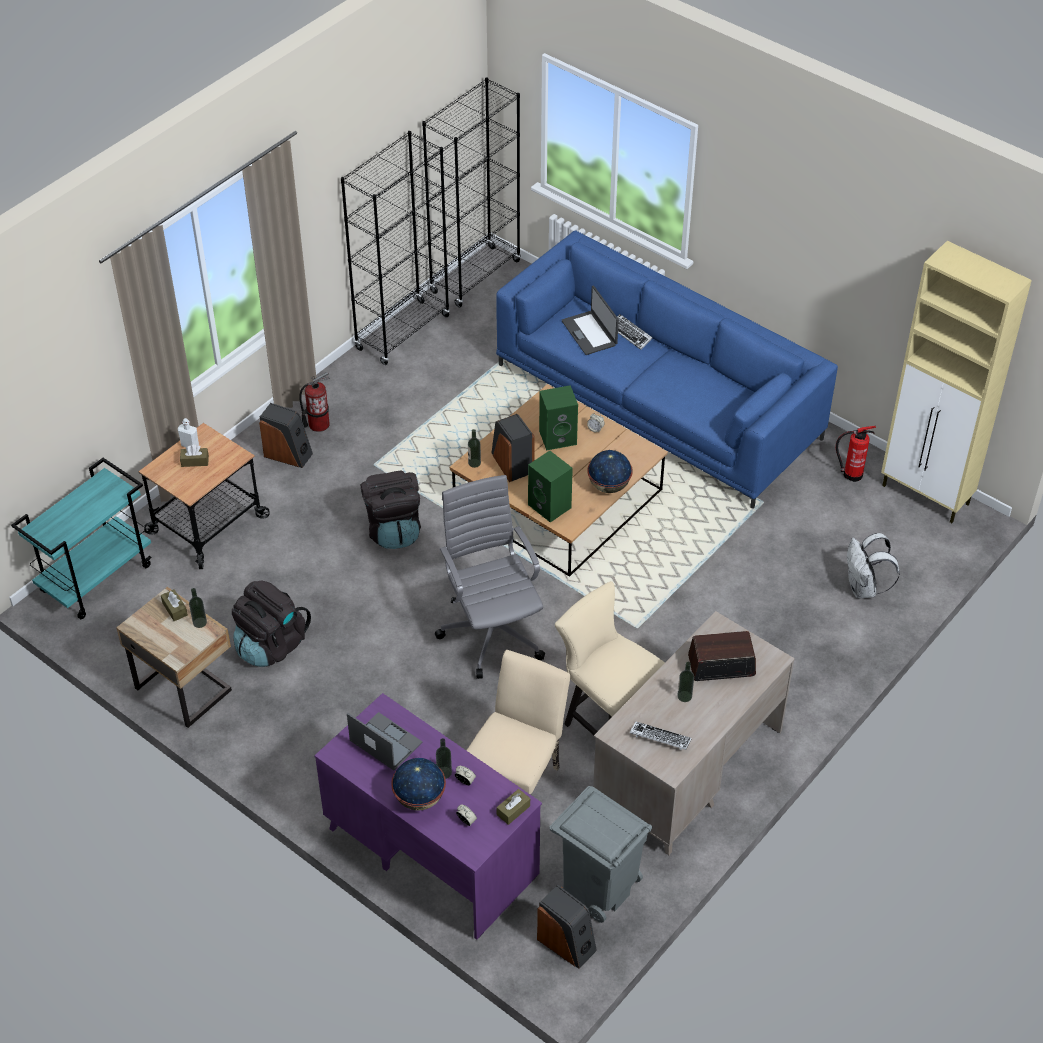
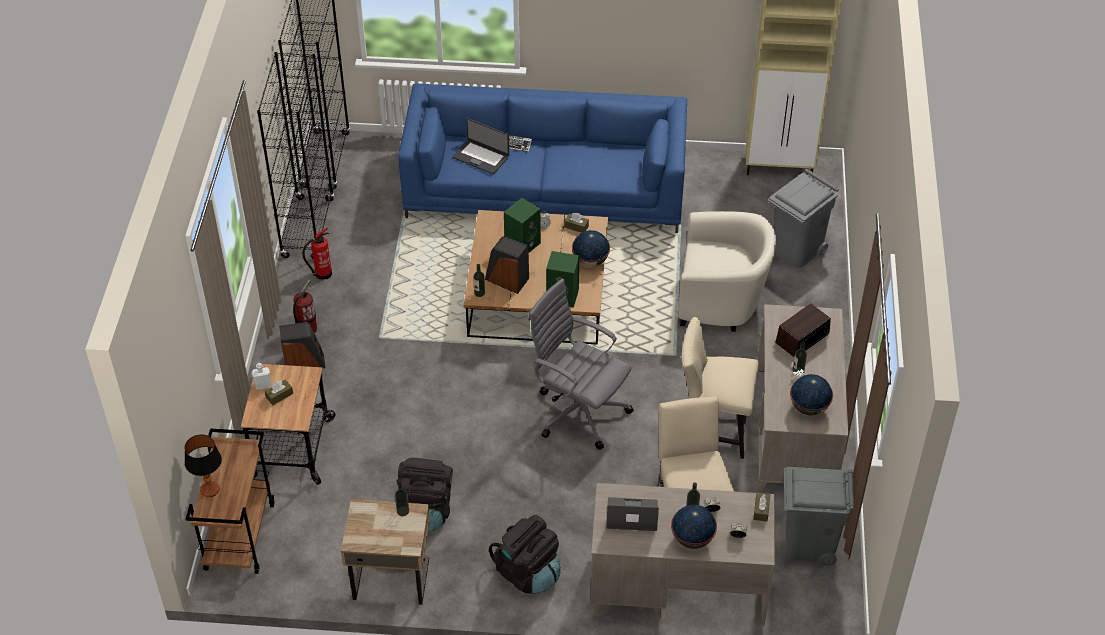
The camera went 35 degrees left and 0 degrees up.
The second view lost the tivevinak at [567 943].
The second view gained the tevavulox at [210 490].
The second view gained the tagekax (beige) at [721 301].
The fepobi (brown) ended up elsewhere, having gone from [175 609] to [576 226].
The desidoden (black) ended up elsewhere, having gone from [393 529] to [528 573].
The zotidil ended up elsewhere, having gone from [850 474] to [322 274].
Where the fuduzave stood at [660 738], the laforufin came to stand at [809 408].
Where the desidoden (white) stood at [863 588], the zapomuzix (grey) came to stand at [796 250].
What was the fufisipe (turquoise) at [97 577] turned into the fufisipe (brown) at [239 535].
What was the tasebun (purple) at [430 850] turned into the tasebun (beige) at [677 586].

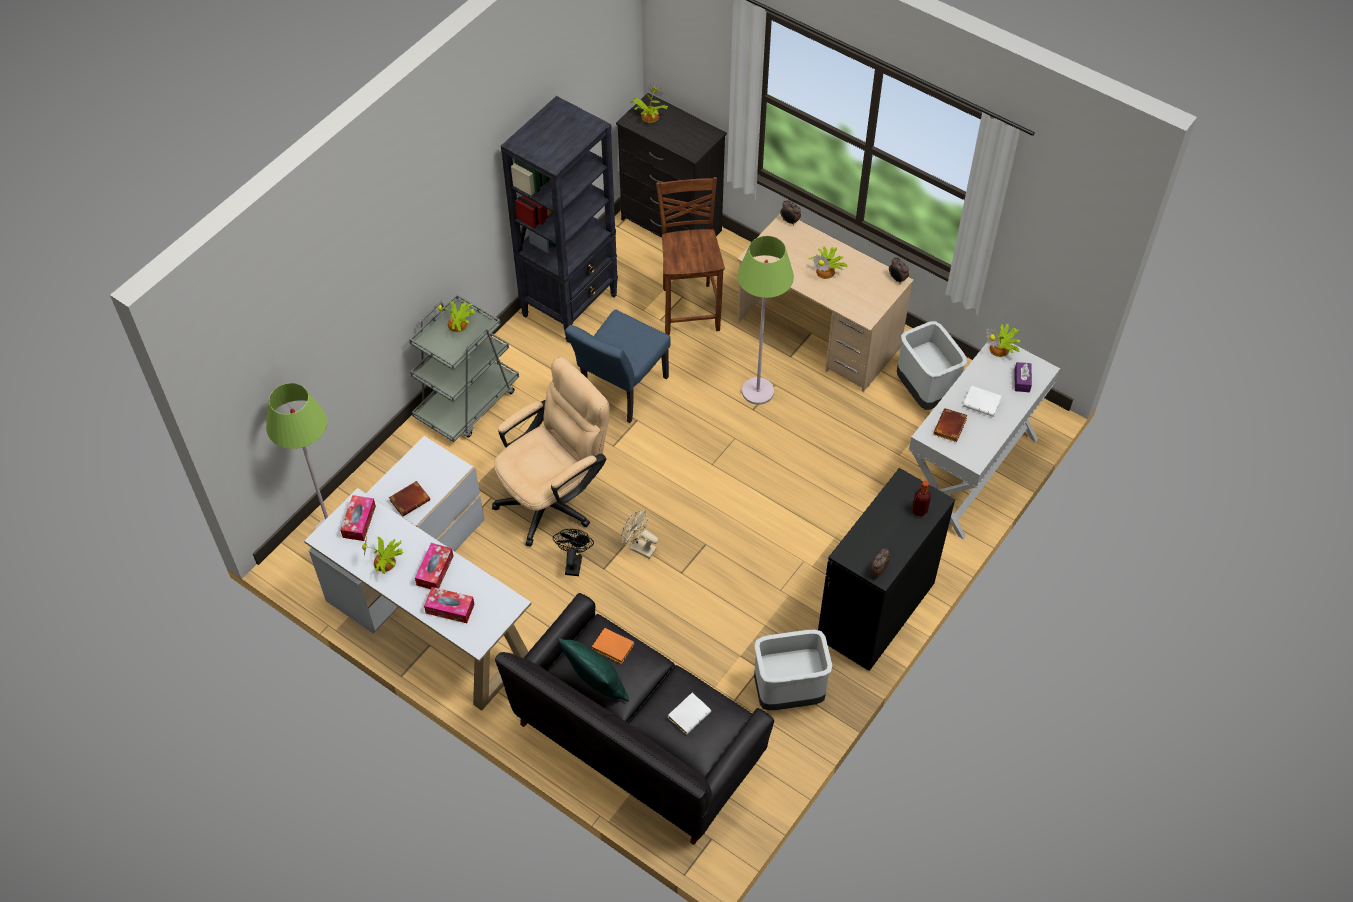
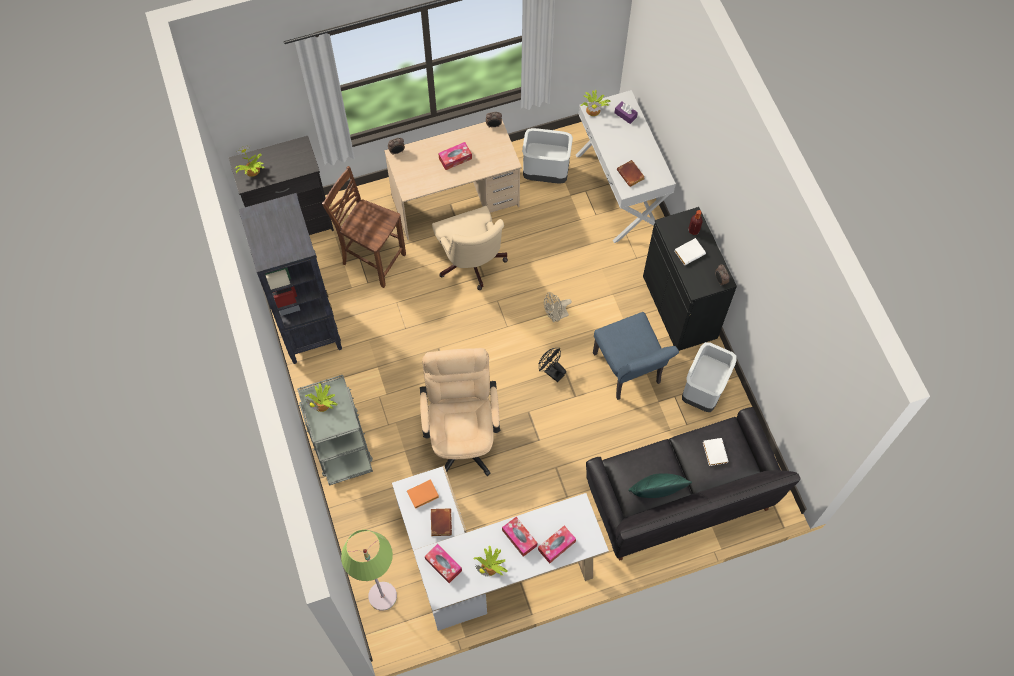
The camera went 55 degrees left and 10 degrees up.
The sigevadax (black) ended up elsewhere, having gone from [573 562] to [551 372].
The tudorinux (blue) ended up elsewhere, having gone from [620 392] to [629 373].
The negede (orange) ended up elsewhere, having gone from [611 648] to [422 496].
The sigevadax (beige) ended up elsewhere, having gone from [639 547] to [555 316].
The negede (white) ended up elsewhere, having gone from [983 403] to [689 252].
Where the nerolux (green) stood at [757 391], the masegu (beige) came to stand at [471 264].
Where the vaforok stood at [826 271], the fepobi came to stand at [455 158].

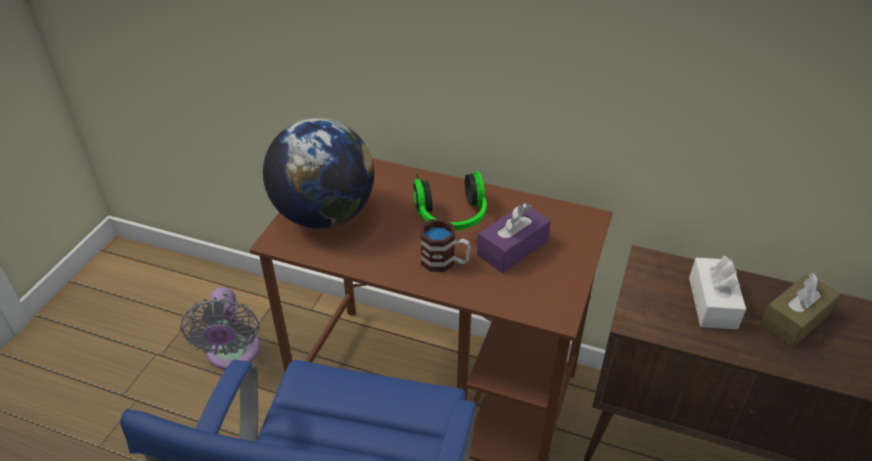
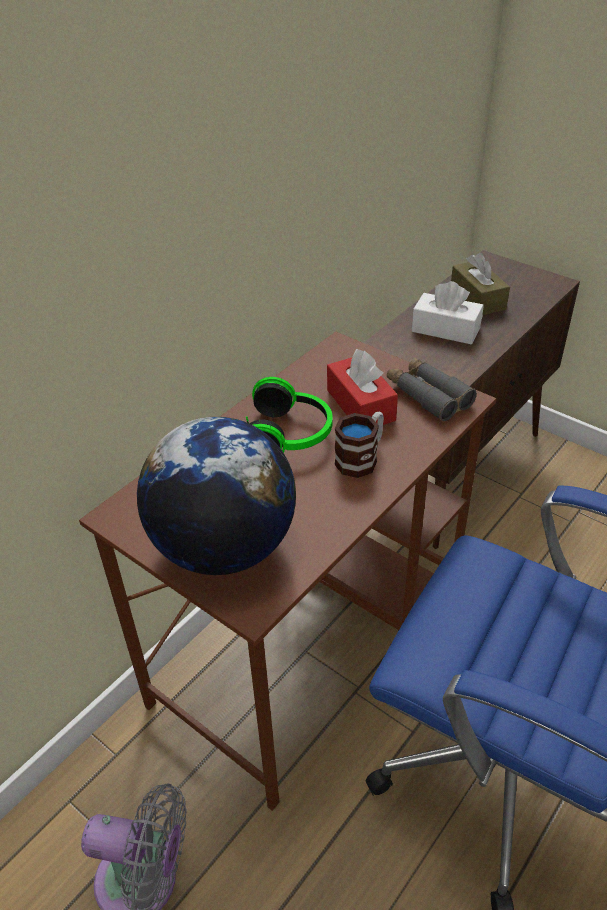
The camera went 70 degrees left and 0 degrees up.
The second view gained the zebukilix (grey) at [428 395].
What was the fepobi (purple) at [512 248] turned into the fepobi (red) at [360 405].

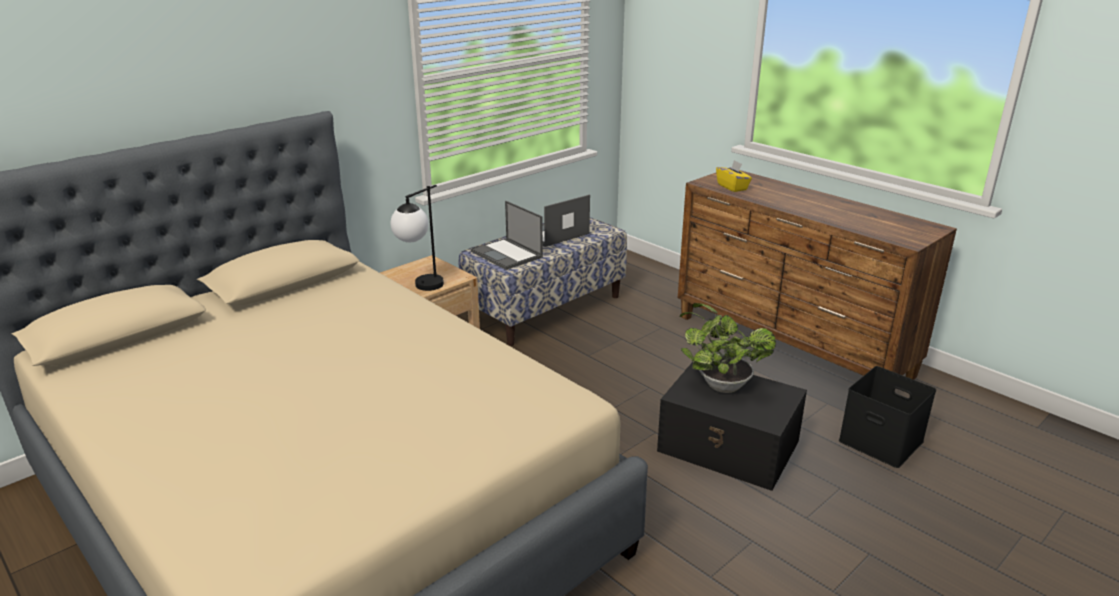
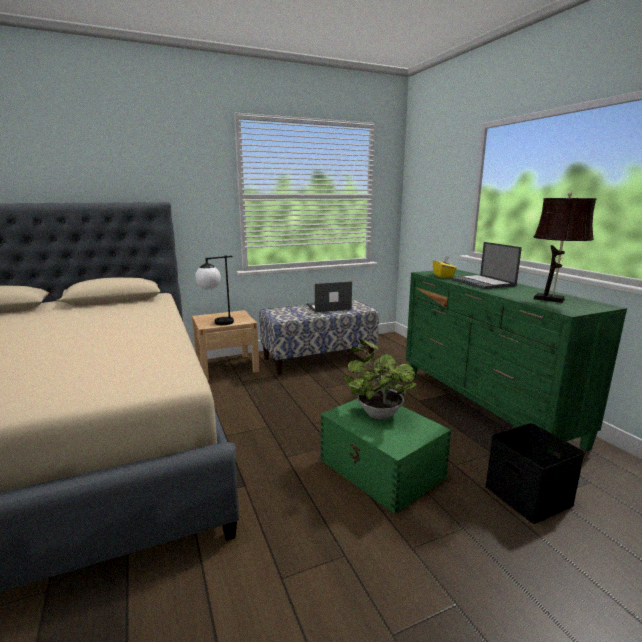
The camera went 20 degrees right and 10 degrees down.
The second view gained the tevavulox (brown) at [552 300].
The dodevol ended up elsewhere, having gone from [507 254] to [483 282].
What was the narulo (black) at [729 447] turned into the narulo (green) at [381 469].
What was the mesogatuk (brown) at [791 346] turned into the mesogatuk (green) at [484 407].

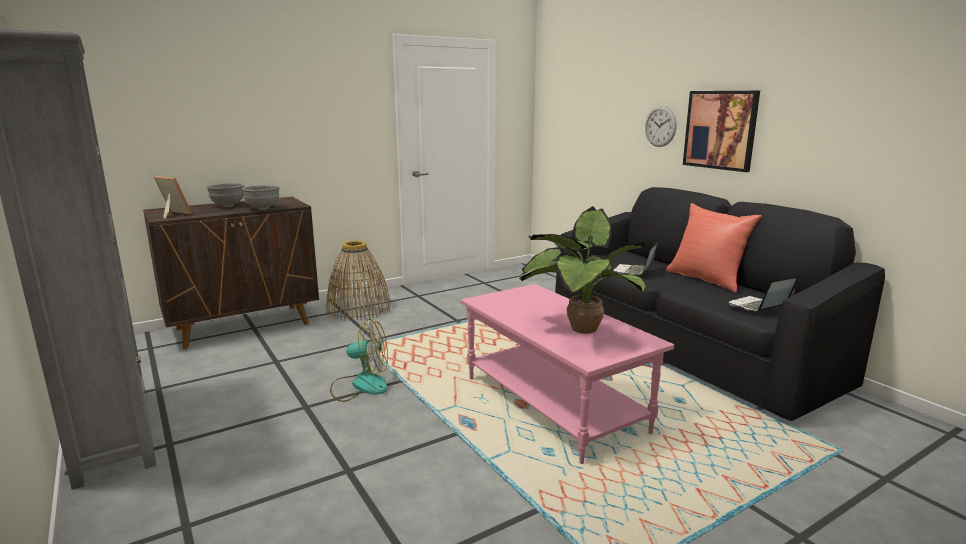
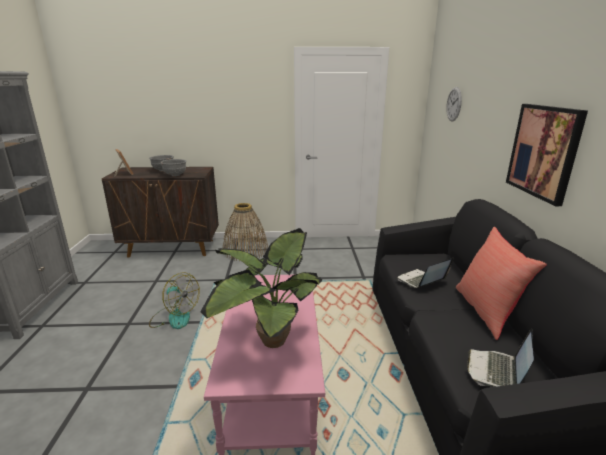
The camera went 30 degrees right and 5 degrees up.
The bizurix ended up elsewhere, having gone from [660 126] to [454 104].
The dodevol at [758 307] ended up facing another way, 60 degrees counterclockwise from before.

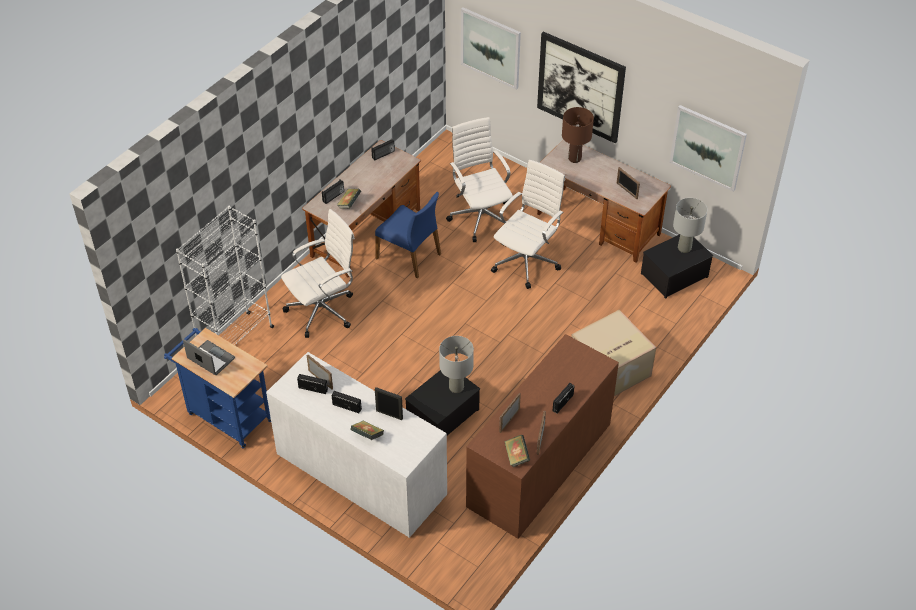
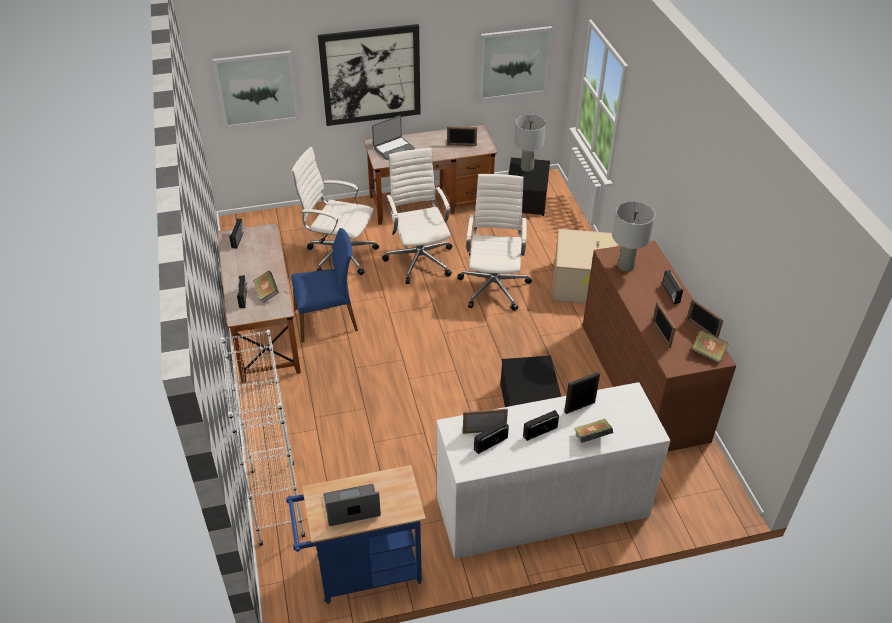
The camera went 50 degrees left and 5 degrees down.
The masegu (white) ended up elsewhere, having gone from [323 310] to [494 286].
The tevavulox (grey) ended up elsewhere, having gone from [456 387] to [625 266].
Where the tevavulox (brown) stood at [575 158], the dodevol came to stand at [393 148].

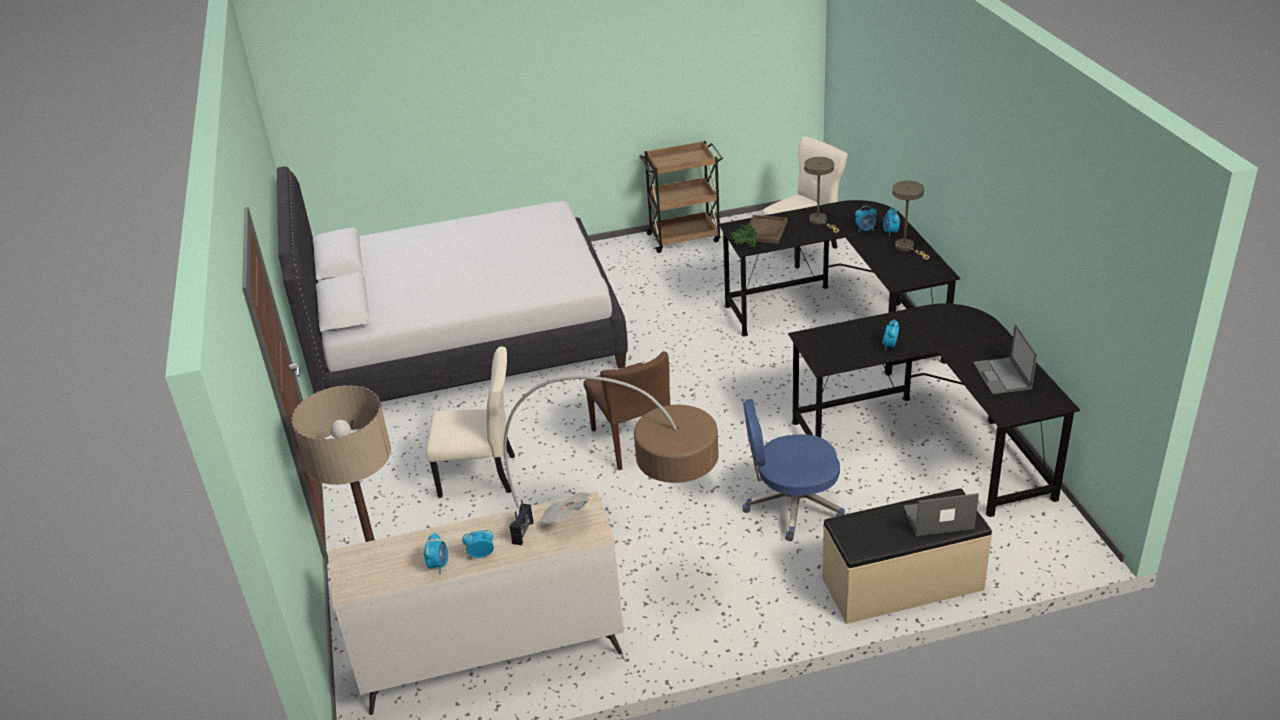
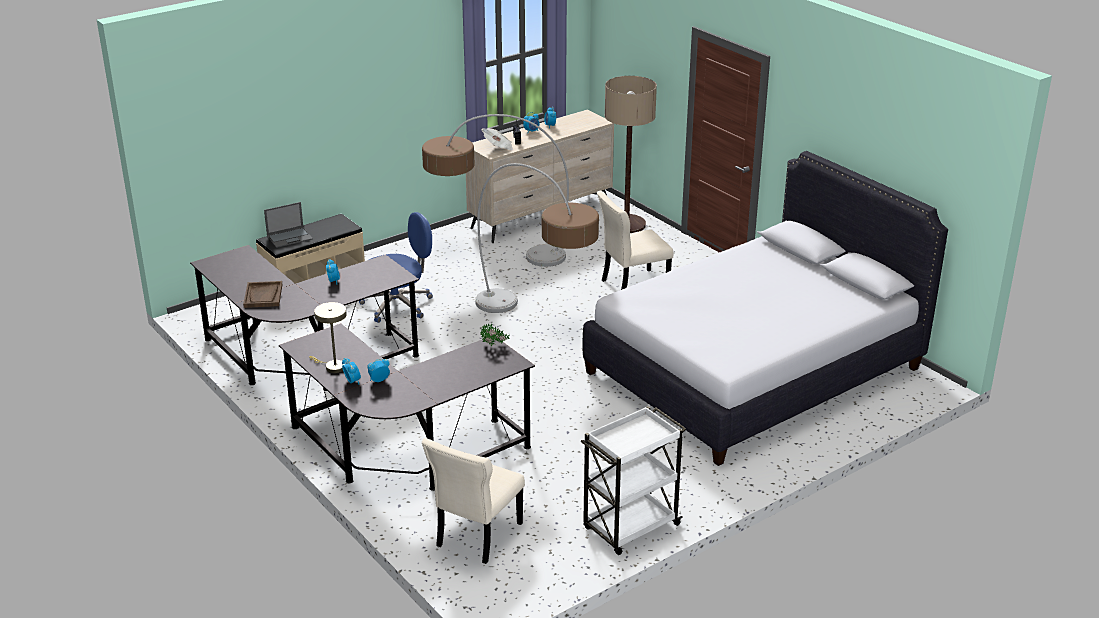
The camera went 155 degrees right and 5 degrees down.
The second view lost the tevavulox (beige) at [820 221].
The second view lost the dodevol at [1002 376].
The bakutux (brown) ended up elsewhere, having gone from [765 230] to [263 296].
Where the tudorinux (brown) stood at [633 440], the nerolux came to stand at [538 323].
What was the fufisipe (brown) at [685 237] turned into the fufisipe (white) at [630 528].

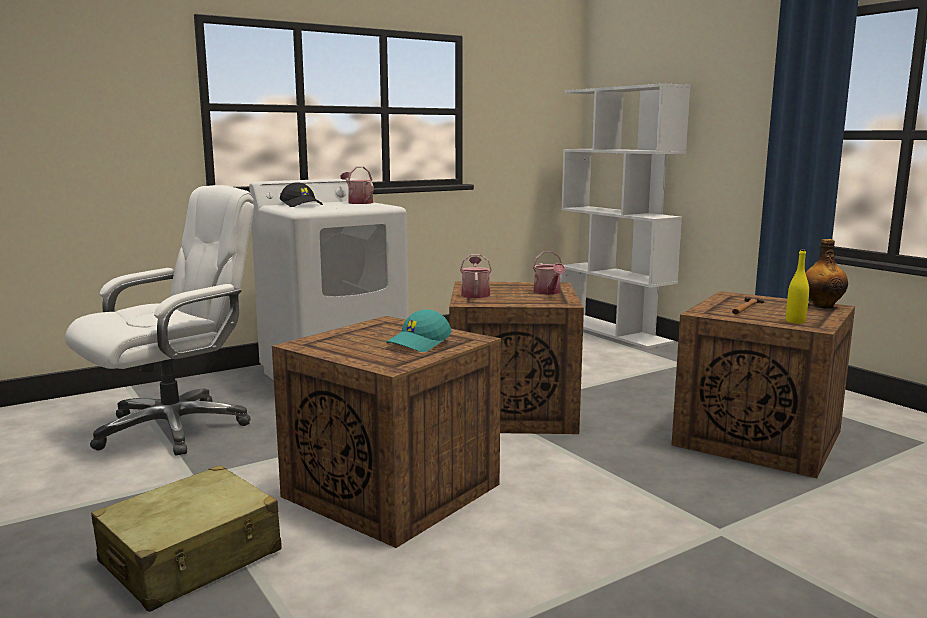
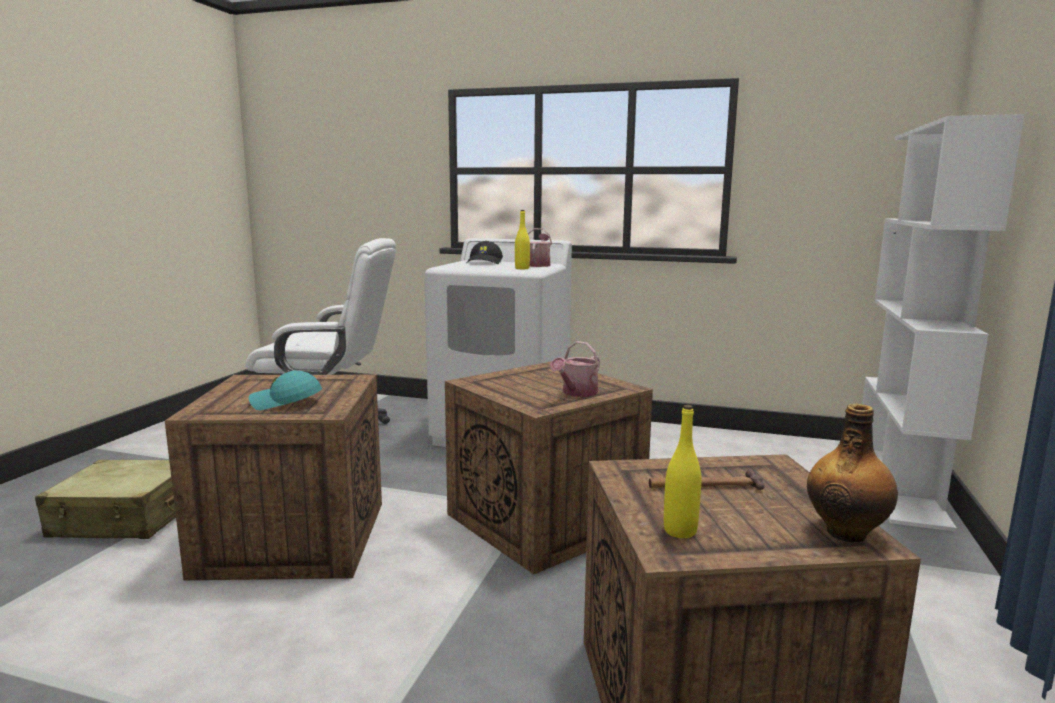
The camera went 50 degrees right and 0 degrees up.
The second view lost the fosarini at [475 294].
The second view gained the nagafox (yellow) at [522 268].

